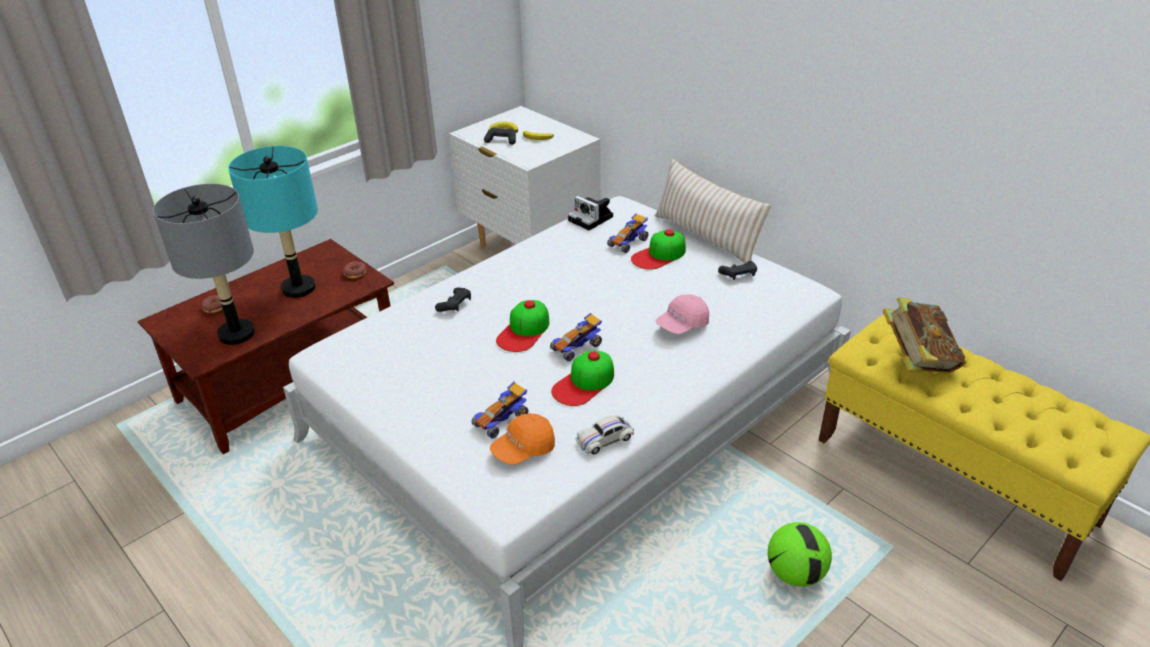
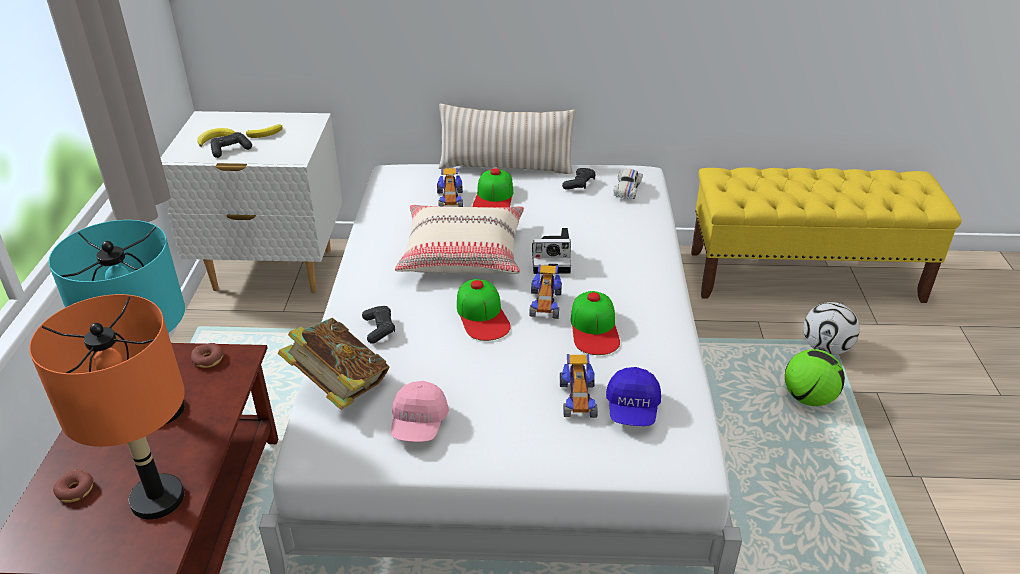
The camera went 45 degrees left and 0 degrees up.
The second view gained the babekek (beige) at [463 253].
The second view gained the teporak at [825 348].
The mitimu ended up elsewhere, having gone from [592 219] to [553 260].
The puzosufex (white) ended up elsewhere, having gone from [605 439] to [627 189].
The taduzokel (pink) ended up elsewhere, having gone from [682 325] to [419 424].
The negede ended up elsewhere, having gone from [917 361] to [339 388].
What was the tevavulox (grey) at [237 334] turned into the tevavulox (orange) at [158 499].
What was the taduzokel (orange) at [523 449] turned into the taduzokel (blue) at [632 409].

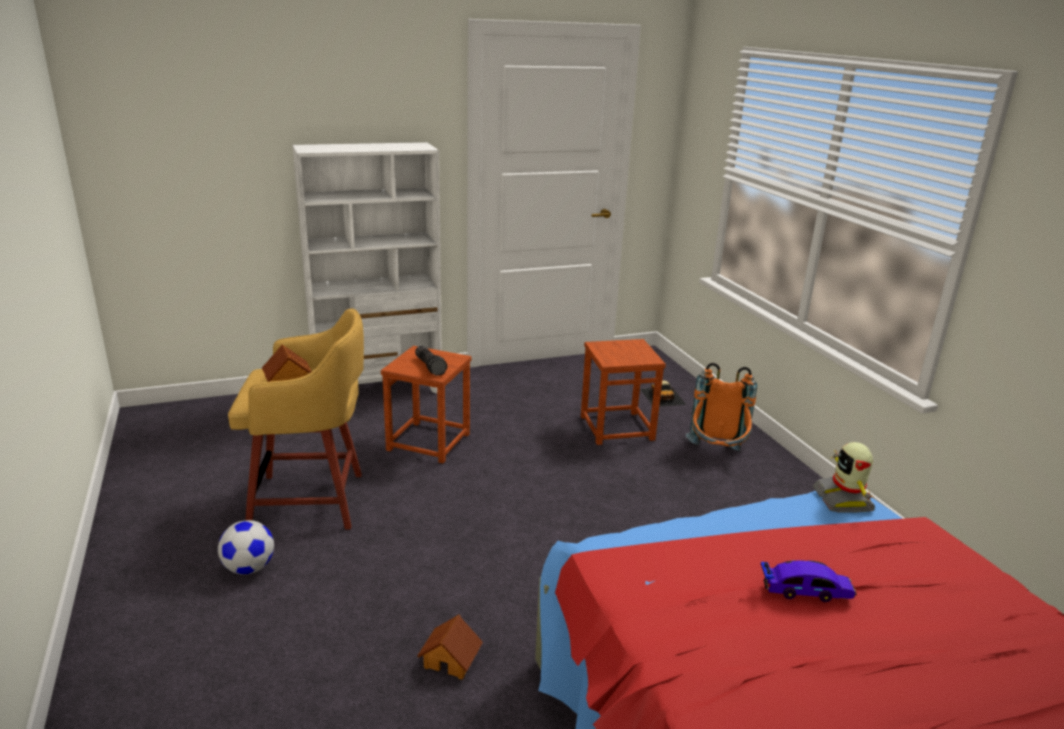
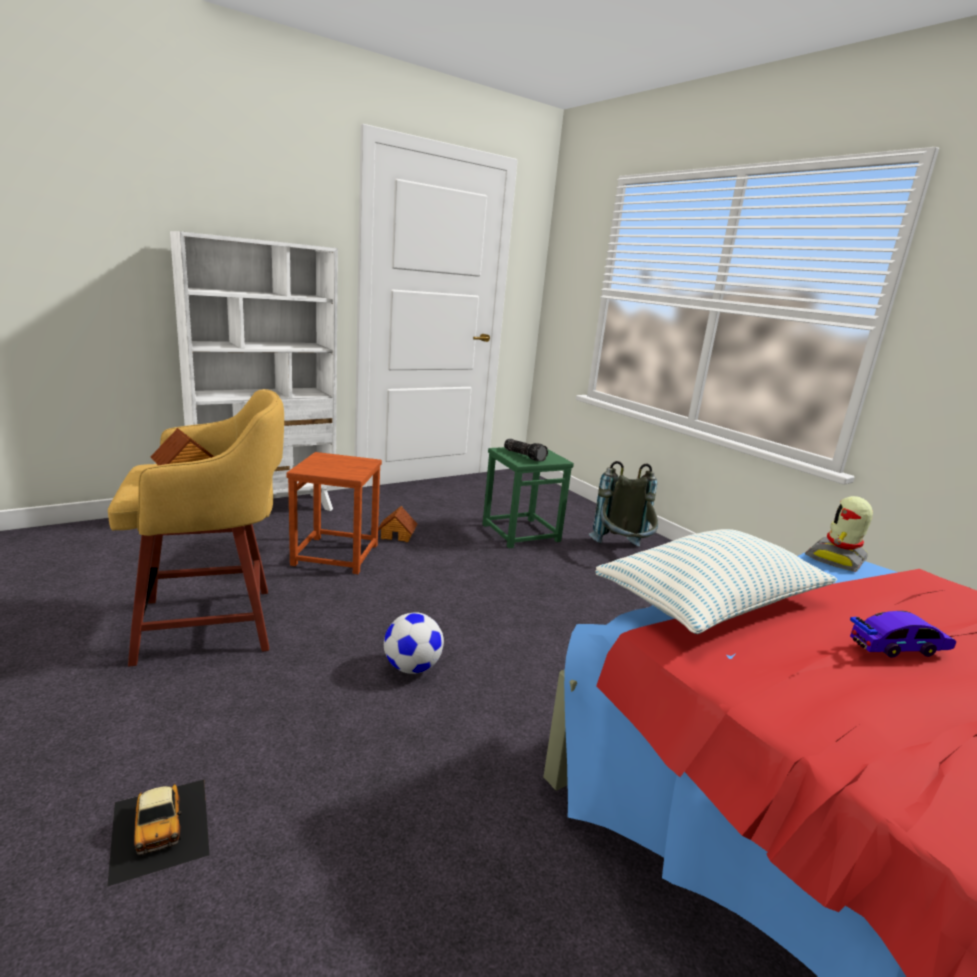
The camera went 15 degrees left and 5 degrees down.
The second view gained the babekek at [711 604].
The teporak ended up elsewhere, having gone from [249 568] to [412 667].
The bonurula ended up elsewhere, having gone from [431 366] to [525 456].
The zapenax ended up elsewhere, having gone from [451 659] to [397 535].
The puzosufex ended up elsewhere, having gone from [662 396] to [161 827].
What was the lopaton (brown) at [617 427] turned into the lopaton (green) at [520 533].
What was the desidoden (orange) at [716 456] turned into the desidoden (grey) at [622 552].
The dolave at [844 500] ended up facing another way, 60 degrees clockwise from before.

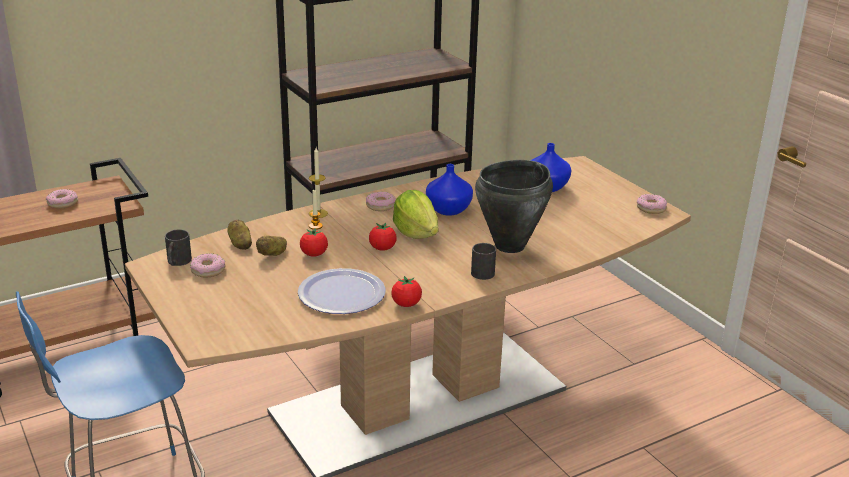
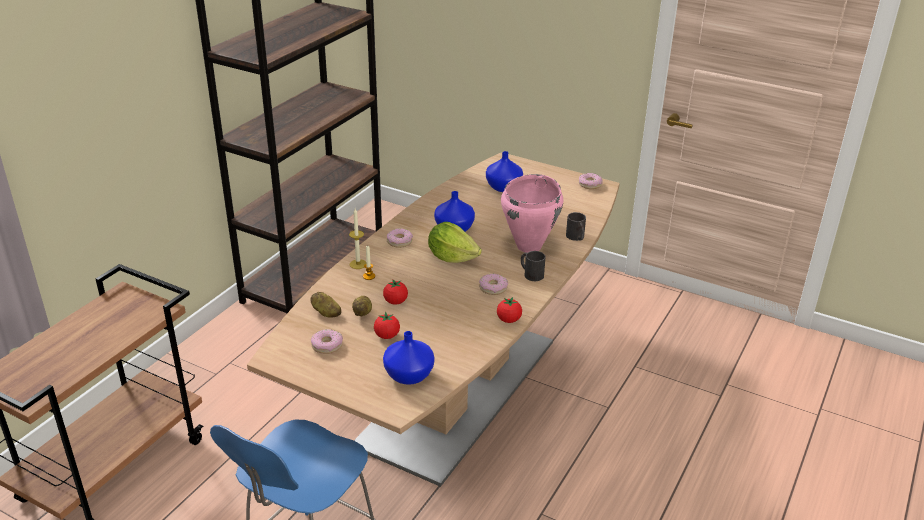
The camera went 30 degrees left and 5 degrees up.
The second view lost the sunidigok at [341 293].
The second view gained the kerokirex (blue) at [410 375].
The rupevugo ended up elsewhere, having gone from [62 203] to [493 288].
The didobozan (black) ended up elsewhere, having gone from [177 262] to [576 237].
The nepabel ended up elsewhere, having gone from [382 248] to [387 336].
What was the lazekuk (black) at [510 246] turned into the lazekuk (pink) at [529 246].

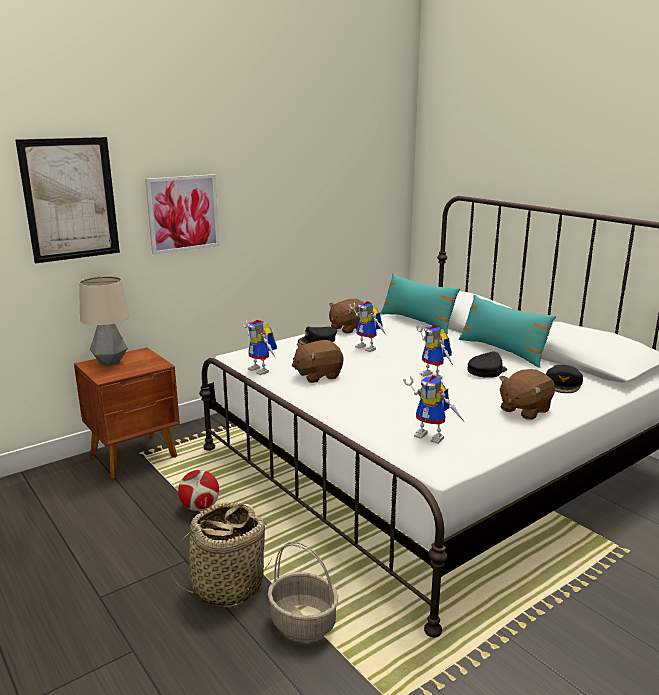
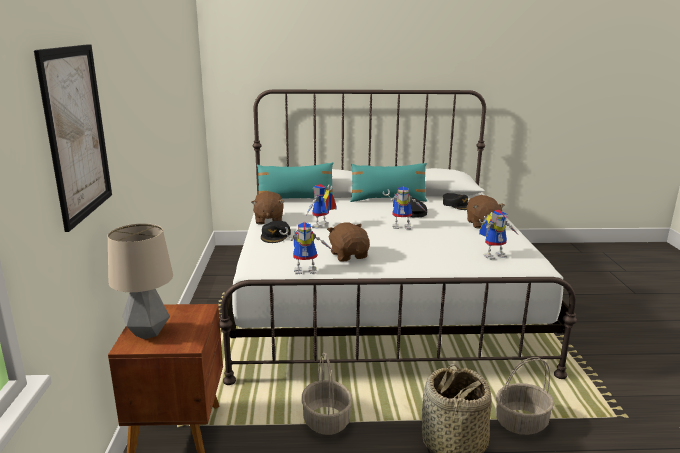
The camera went 55 degrees left and 0 degrees up.
The second view lost the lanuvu at [183 213].
Where the teporak stood at [200 507], the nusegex came to stand at [326 420].
The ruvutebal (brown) at [317 375] ended up facing another way, 150 degrees clockwise from before.
The dolave at [369 348] ended up facing another way, 135 degrees clockwise from before.

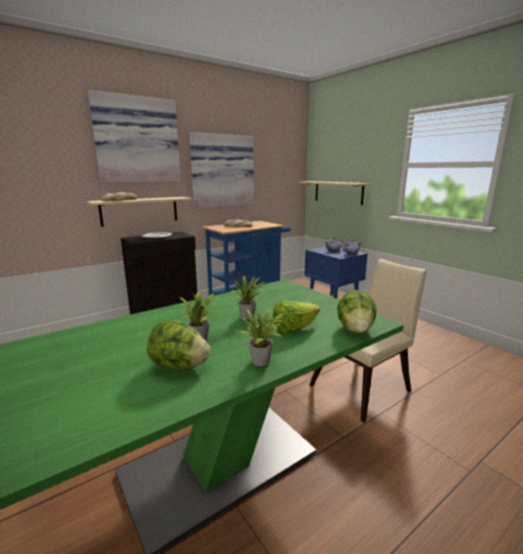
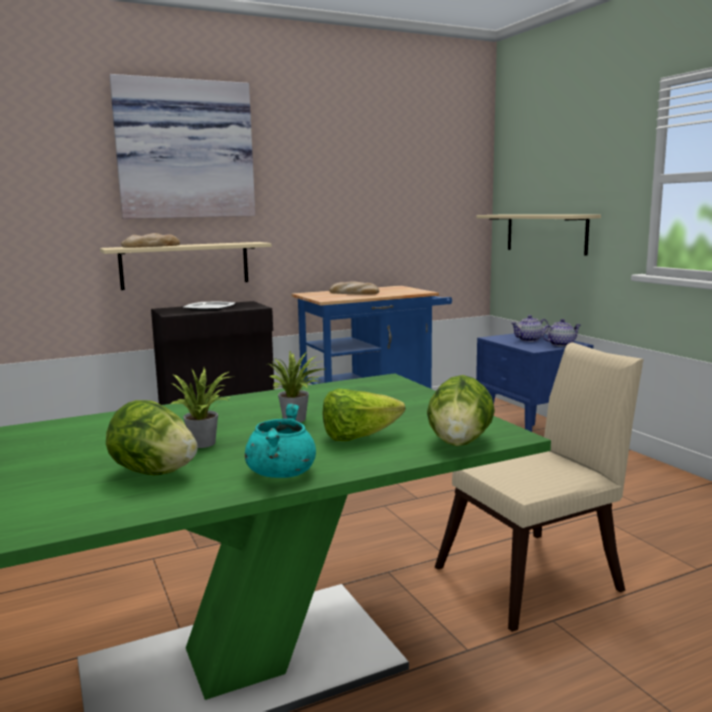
The camera went 10 degrees right and 5 degrees down.
The second view lost the lanuvu at [222 171].
Where the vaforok stood at [263 361], the lazekuk (turquoise) came to stand at [281 473].

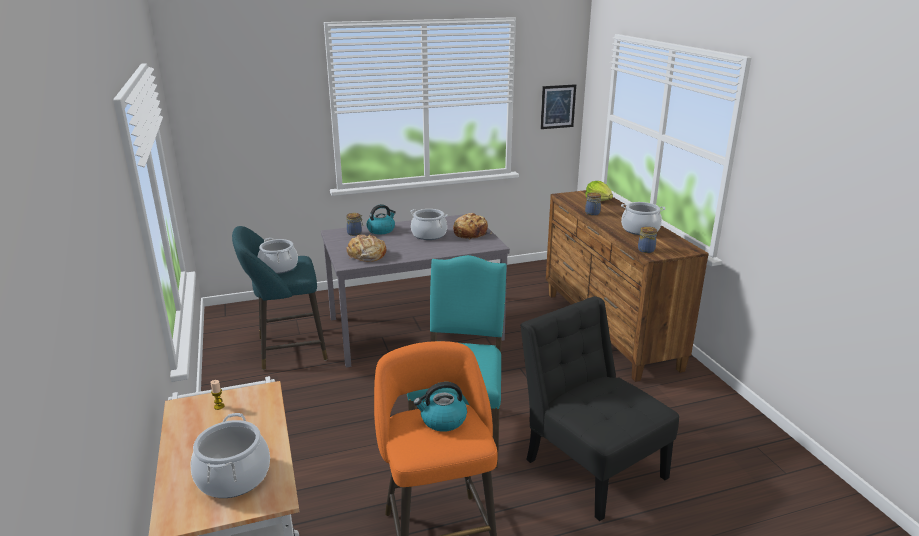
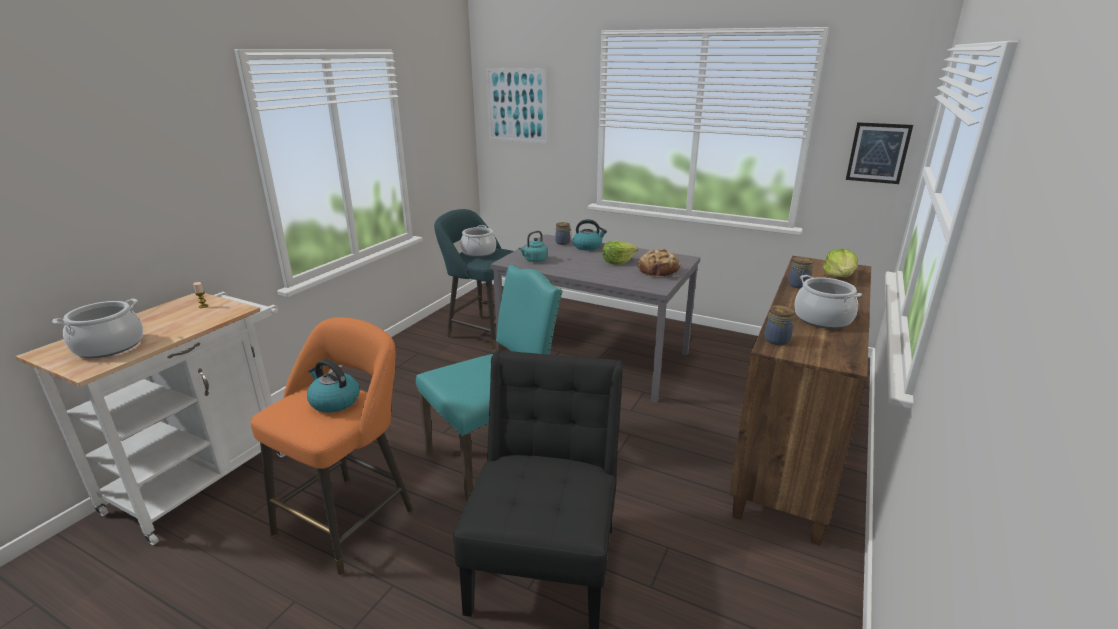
The camera went 45 degrees right and 0 degrees up.
The second view gained the lanuvu at [517 105].
Where the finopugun stood at [366 255], the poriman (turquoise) came to stand at [534 260].
Where the lazekuk stood at [429 235], the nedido came to stand at [617 261].

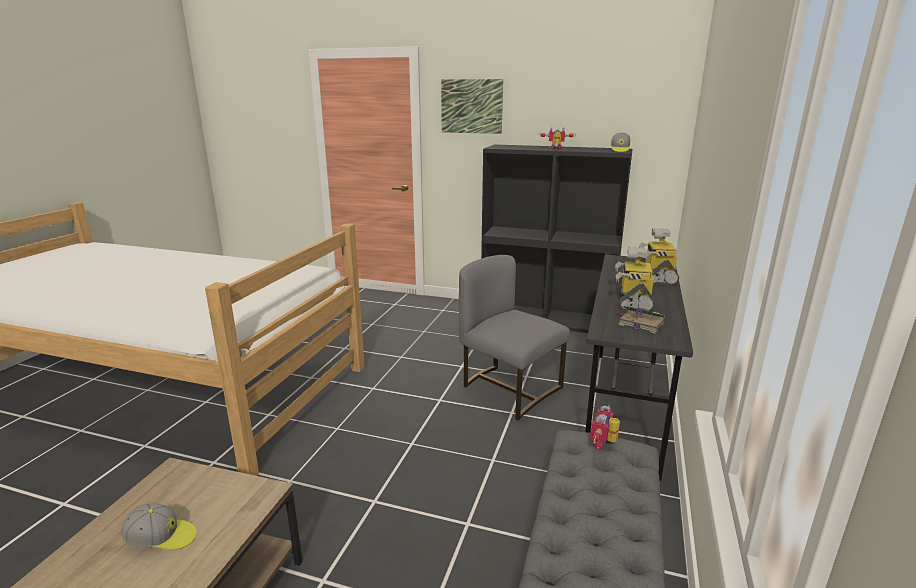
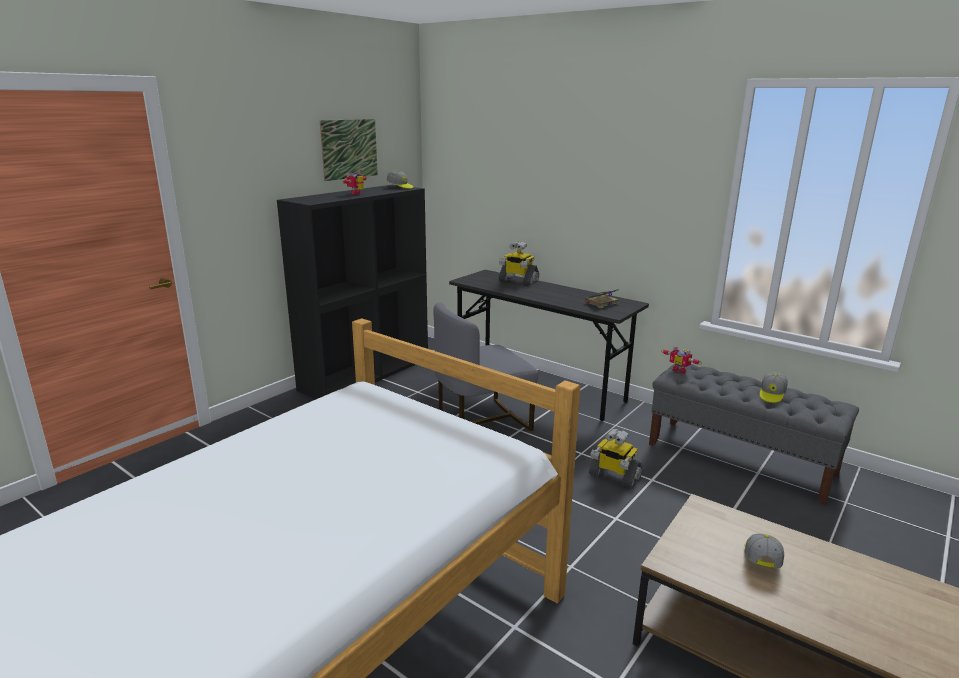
The camera went 70 degrees left and 0 degrees up.
The second view gained the taduzokel at [771 395].
The lanuvu ended up elsewhere, having gone from [471 106] to [349 149].
The dolave ended up elsewhere, having gone from [633 301] to [614 476].

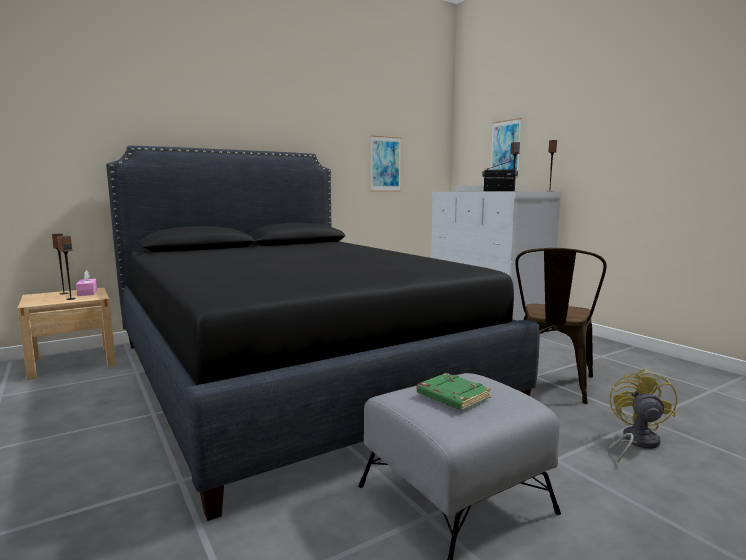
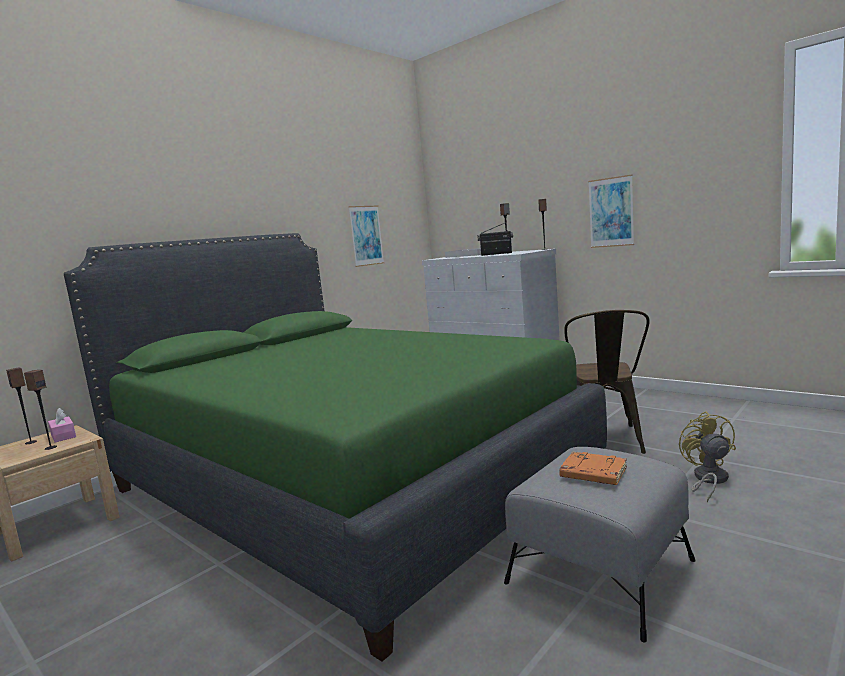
The camera went 15 degrees left and 0 degrees up.
The lanuvu ended up elsewhere, having gone from [505 149] to [611 212].
What was the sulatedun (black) at [294 372] turned into the sulatedun (green) at [344 481].
What was the negede (green) at [451 396] turned into the negede (orange) at [592 473].

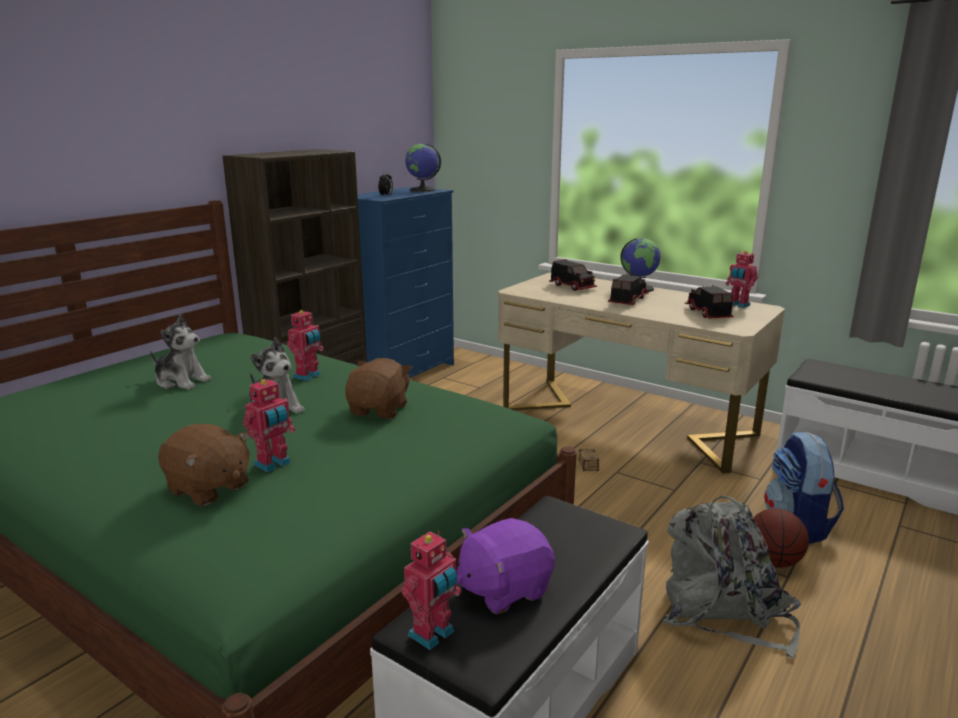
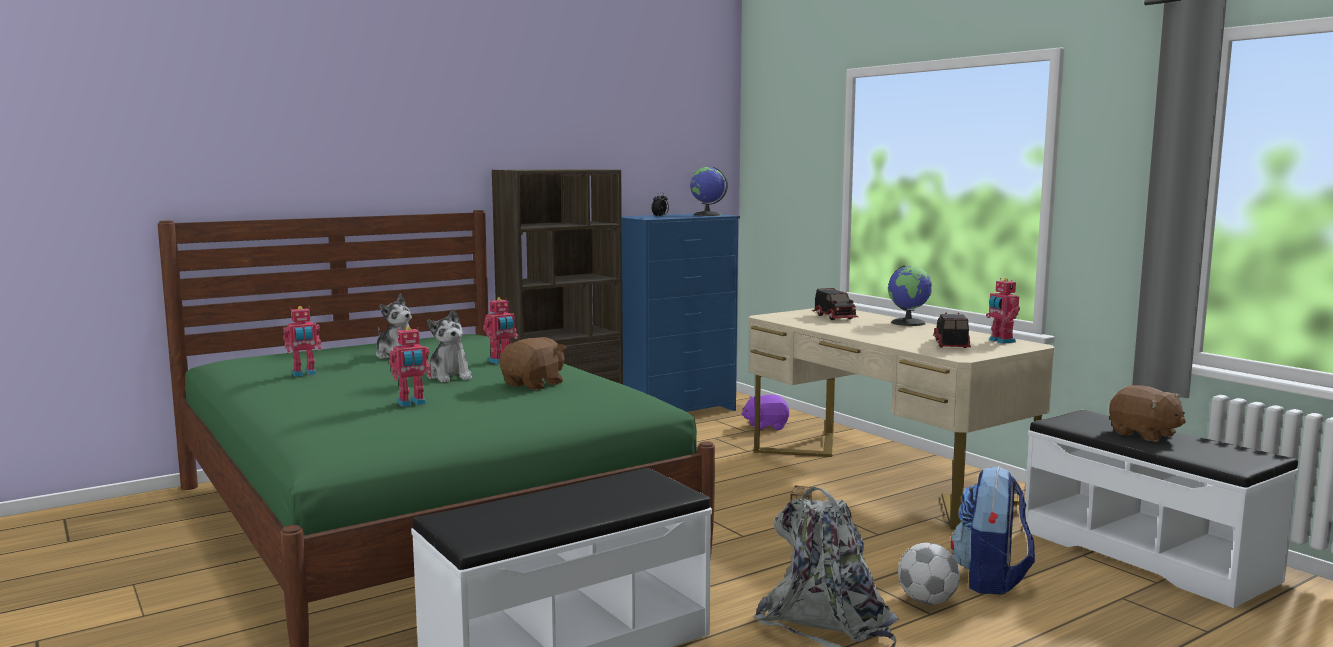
The camera went 20 degrees right and 10 degrees down.
The second view lost the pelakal at [627 300].
The ruvutebal (brown) ended up elsewhere, having gone from [208 488] to [1144 434].
The dolave ended up elsewhere, having gone from [433 635] to [304 374].
The ruvutebal (purple) ended up elsewhere, having gone from [503 589] to [765 427].
Where the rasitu stood at [773 562], the teporak came to stand at [927 601].

